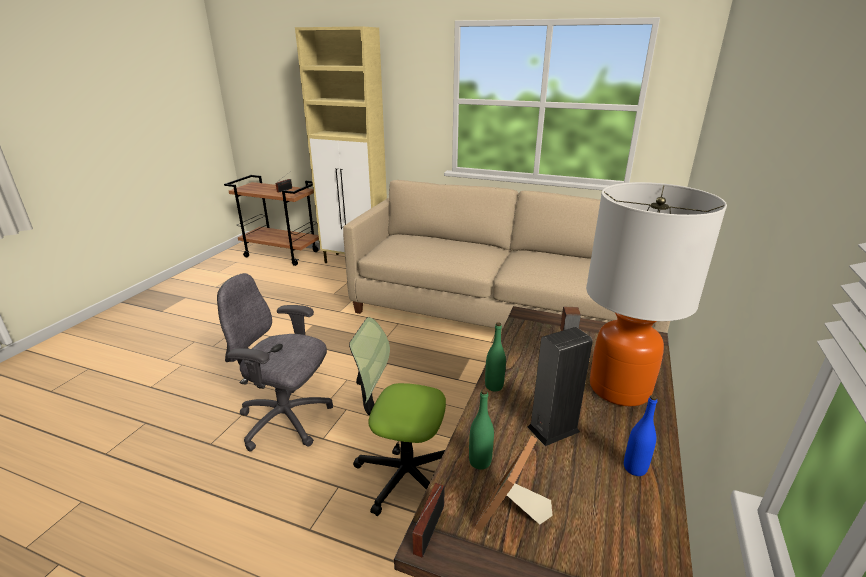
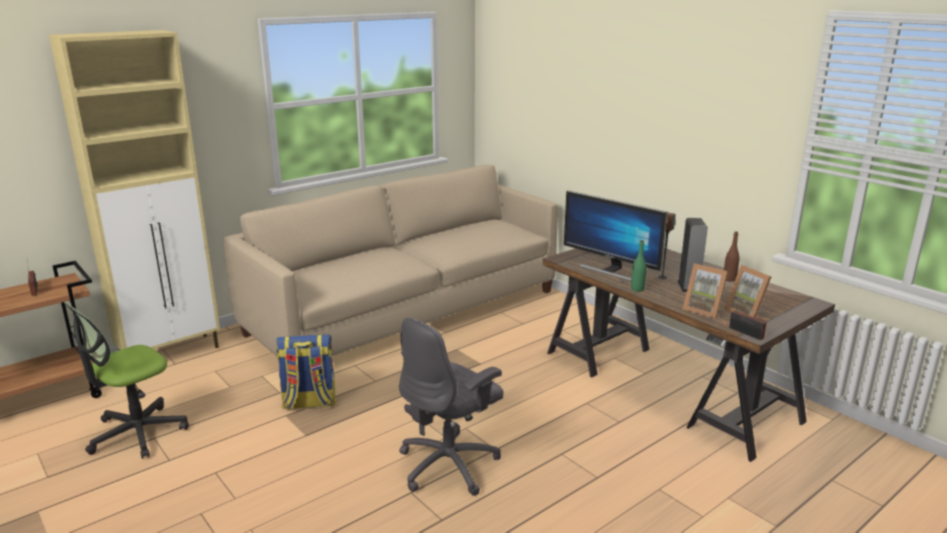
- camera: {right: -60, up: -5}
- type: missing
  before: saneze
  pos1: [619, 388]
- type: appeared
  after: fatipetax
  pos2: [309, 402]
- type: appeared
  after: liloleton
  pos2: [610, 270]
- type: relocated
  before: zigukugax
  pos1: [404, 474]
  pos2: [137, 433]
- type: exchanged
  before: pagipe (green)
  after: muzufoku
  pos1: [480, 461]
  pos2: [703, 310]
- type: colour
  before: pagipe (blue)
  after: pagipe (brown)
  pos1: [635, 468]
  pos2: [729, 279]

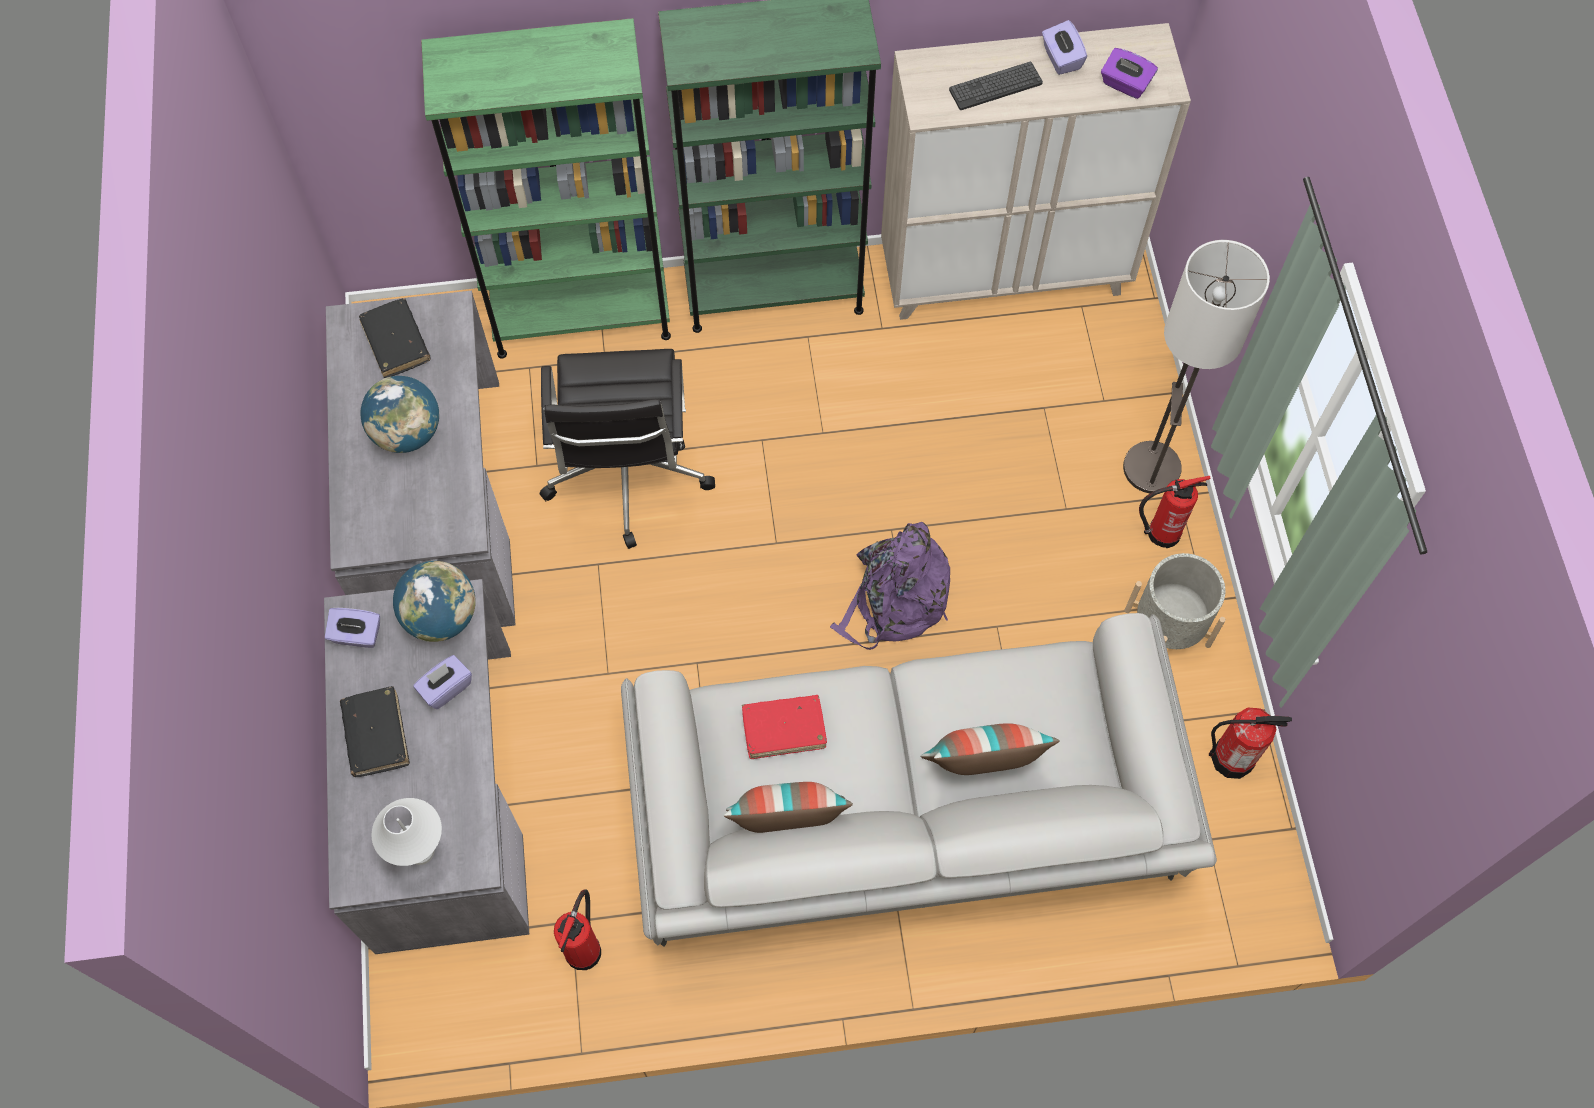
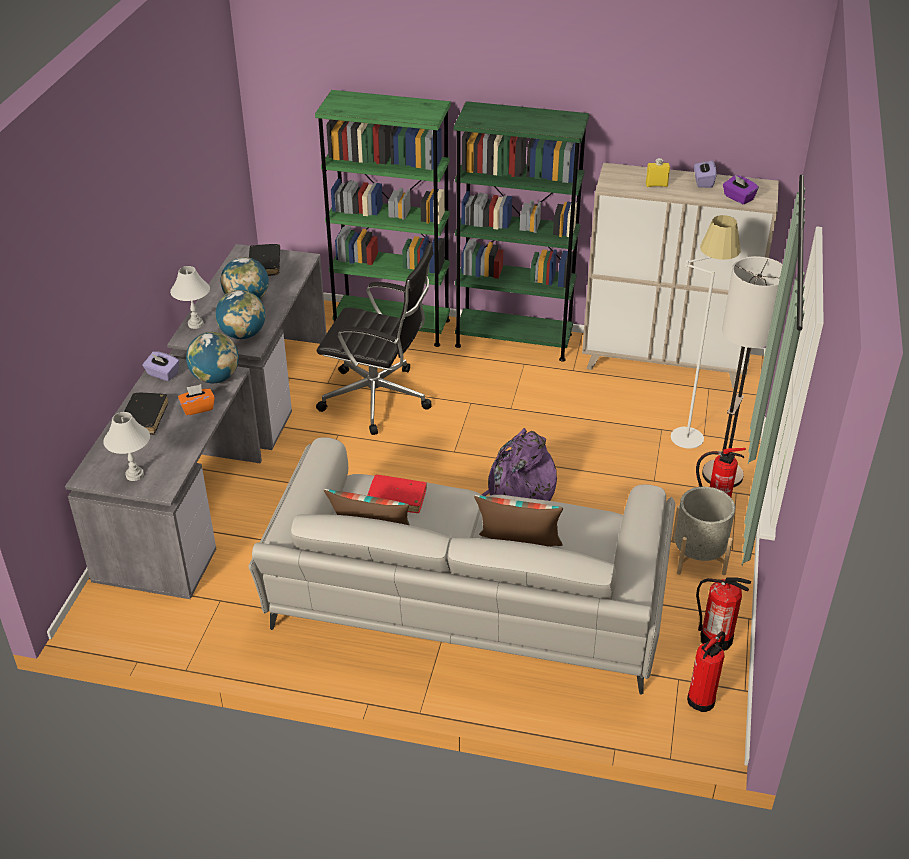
- camera: {right: 20, up: -25}
- type: appeared
  after: saneze (white)
  pos2: [195, 324]
- type: appeared
  after: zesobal
  pos2: [243, 334]
- type: appeared
  after: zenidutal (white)
  pos2: [689, 428]
- type: relocated
  before: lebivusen
  pos1: [585, 948]
  pos2: [702, 699]
- type: exchanged
  before: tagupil
  after: pagipe (yellow)
  pos1: [995, 86]
  pos2: [656, 185]
- type: colour
  before: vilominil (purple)
  after: vilominil (orange)
  pos1: [446, 688]
  pos2: [198, 408]
- type: spun
  before: zigukugax (black)
  pos1: [627, 475]
  pos2: [379, 399]
  turn: -90

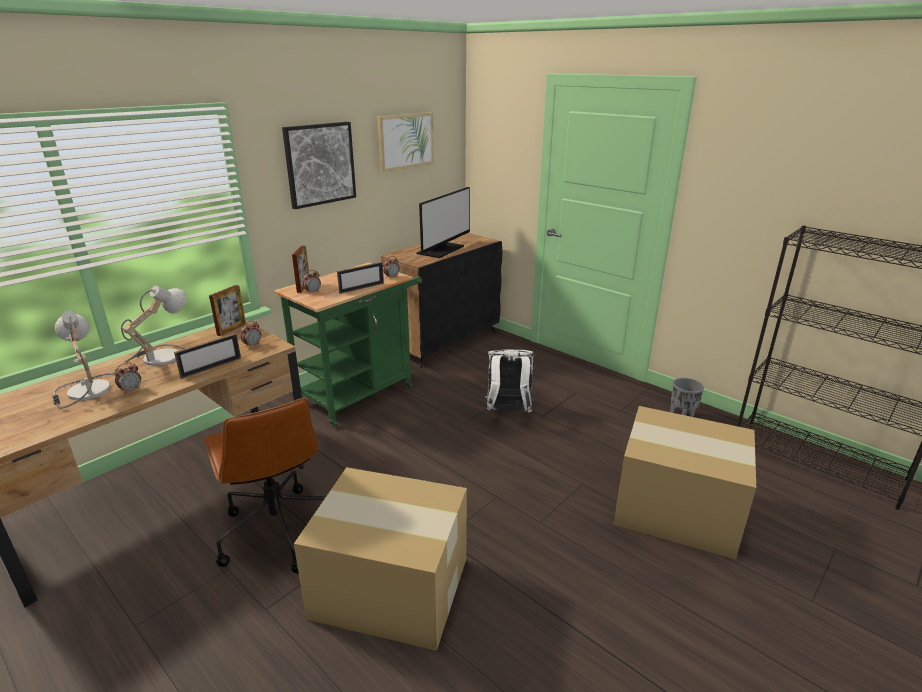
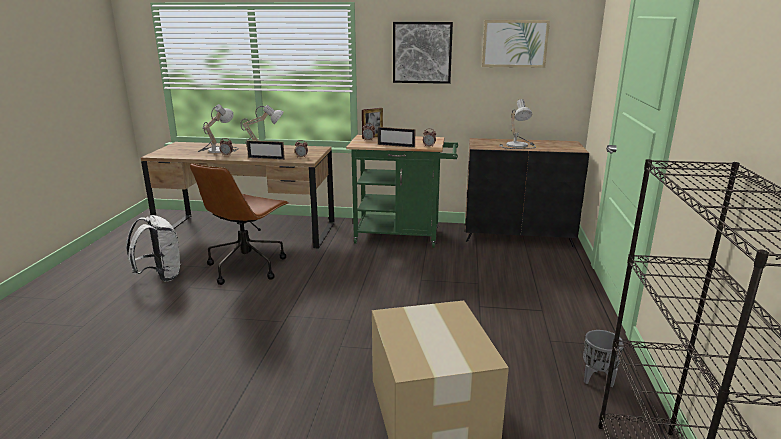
- camera: {right: 55, up: -5}
- type: missing
  before: muzufoku
  pos1: [231, 329]
- type: missing
  before: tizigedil
  pos1: [389, 586]
- type: relocated
  before: fatipetax (white)
  pos1: [508, 413]
  pos2: [160, 276]
- type: exchanged
  before: liloleton
  after: saneze
  pos1: [441, 250]
  pos2: [519, 145]

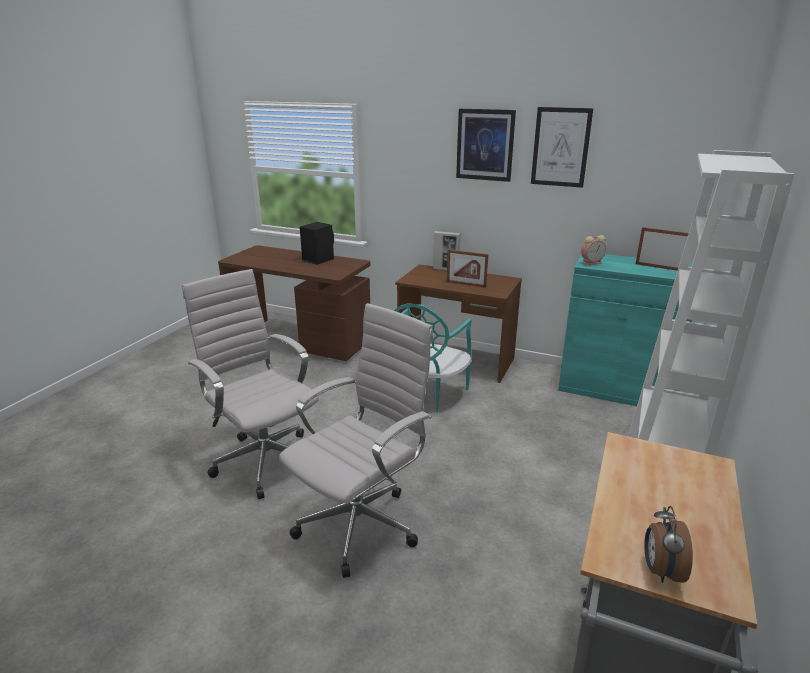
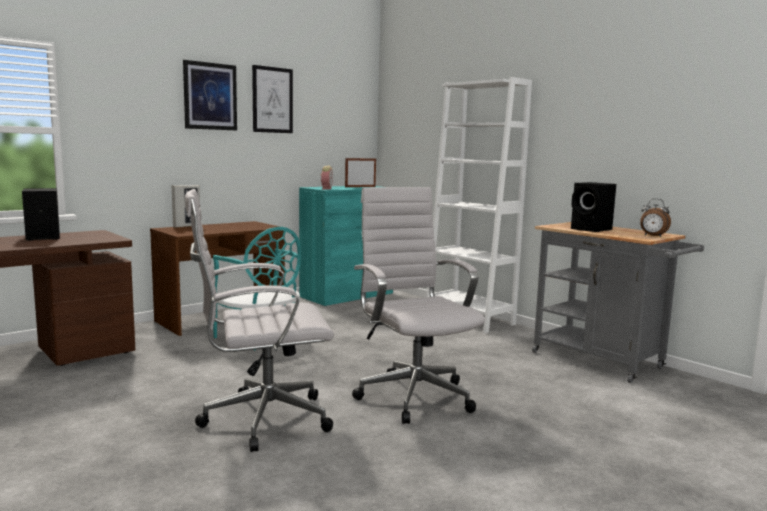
- camera: {right: -65, up: -15}
- type: missing
  before: muzufoku
  pos1: [466, 284]
- type: appeared
  after: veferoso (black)
  pos2: [592, 229]

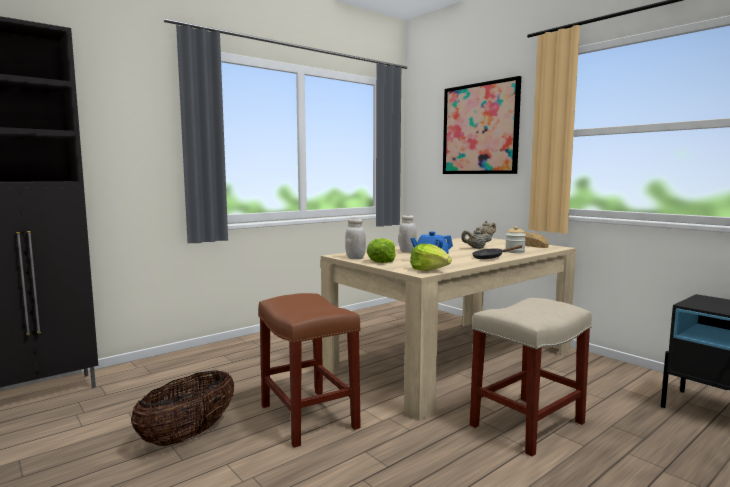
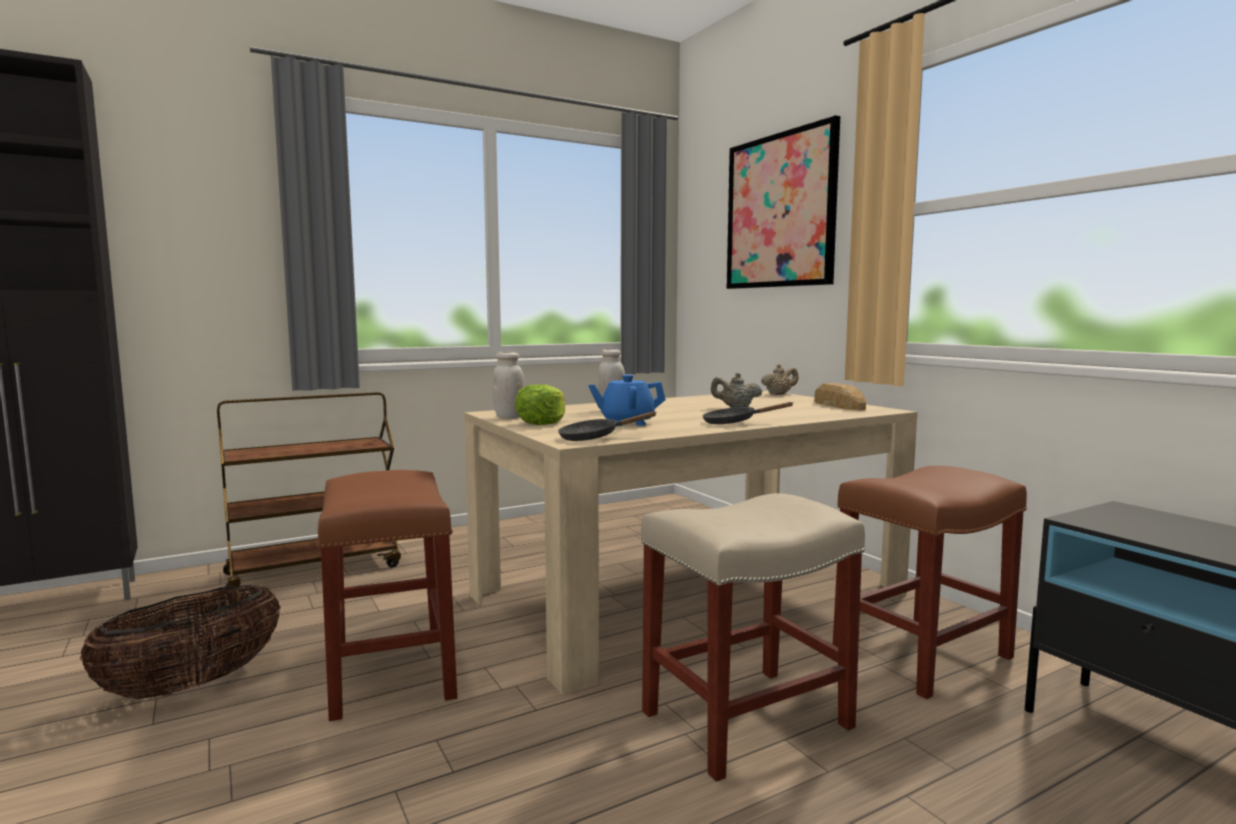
- camera: {right: 10, up: 0}
- type: missing
  before: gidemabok
  pos1: [514, 252]
- type: appeared
  after: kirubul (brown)
  pos2: [315, 569]
- type: appeared
  after: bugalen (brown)
  pos2: [921, 656]
- type: exchanged
  before: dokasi
  after: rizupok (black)
  pos1: [429, 270]
  pos2: [594, 438]

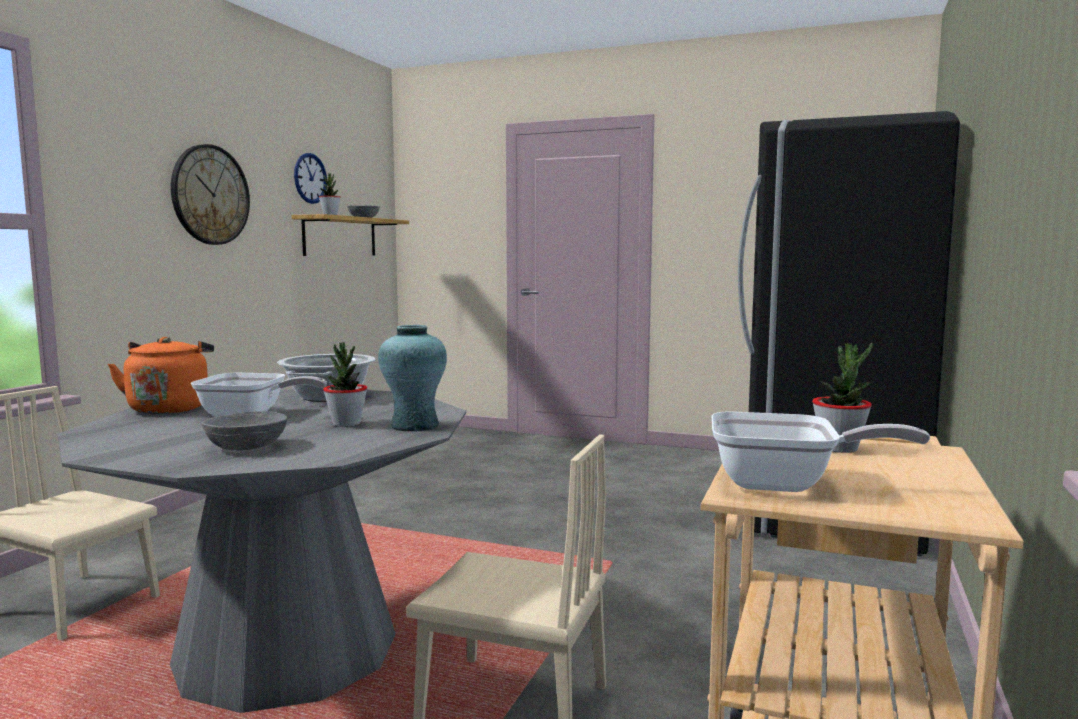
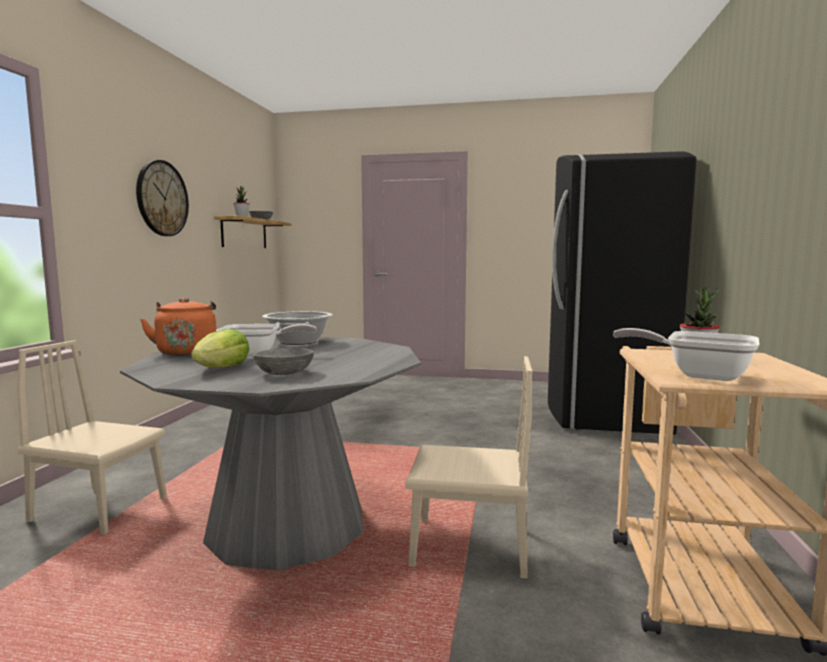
- camera: {right: -10, up: 0}
- type: missing
  before: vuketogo
  pos1: [310, 178]
- type: missing
  before: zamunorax
  pos1: [346, 424]
- type: missing
  before: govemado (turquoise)
  pos1: [414, 426]
- type: appeared
  after: dokasi
  pos2: [222, 368]
- type: spun
  before: rizupok
  pos1: [786, 484]
  pos2: [698, 375]
  turn: -150

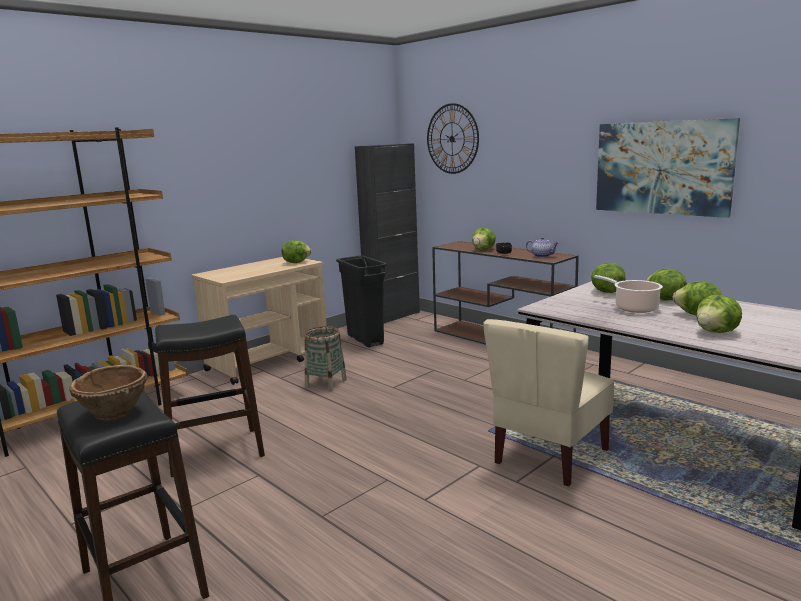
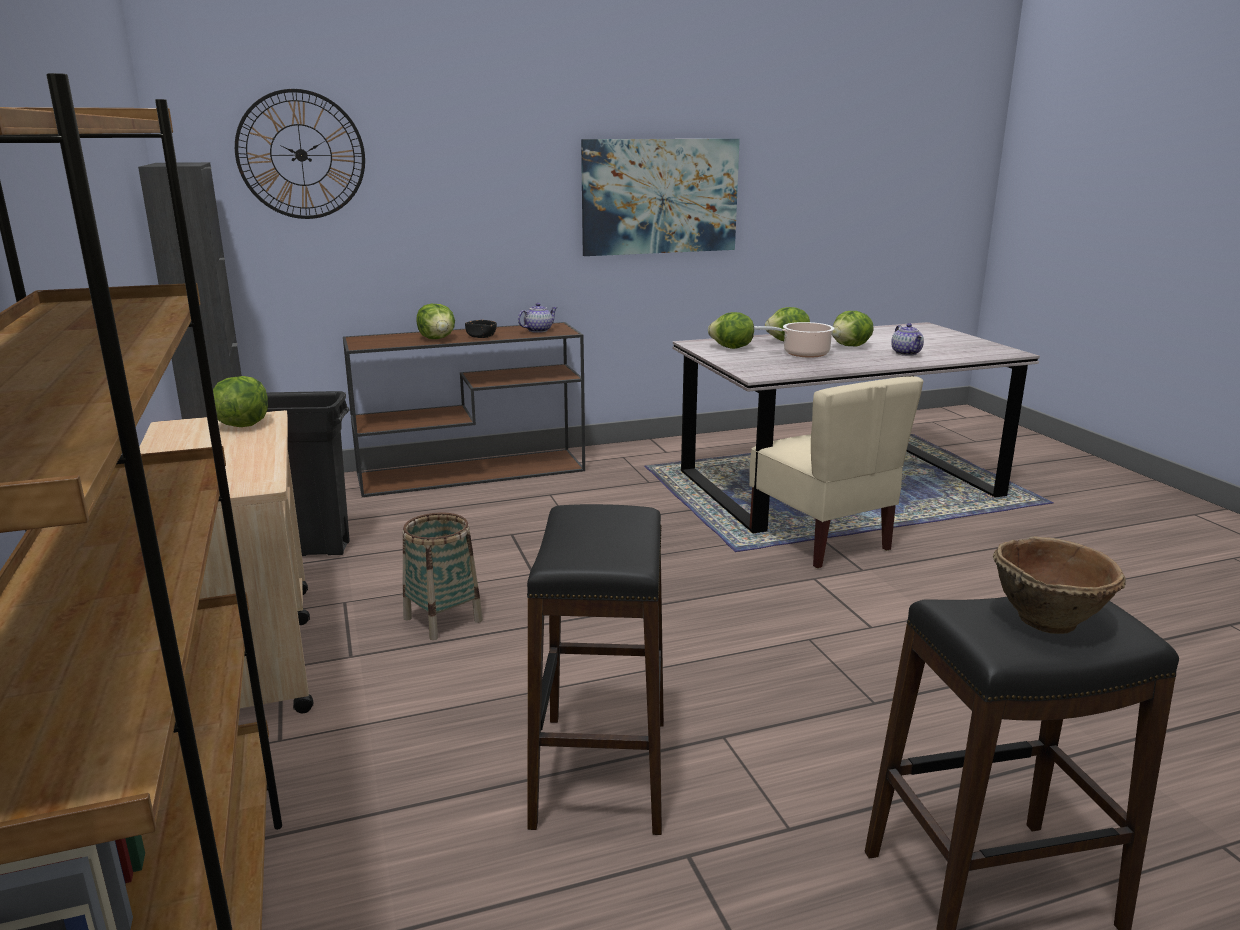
- camera: {right: -65, up: 5}
- type: exchanged
  before: dokasi
  after: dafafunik
  pos1: [717, 332]
  pos2: [907, 353]

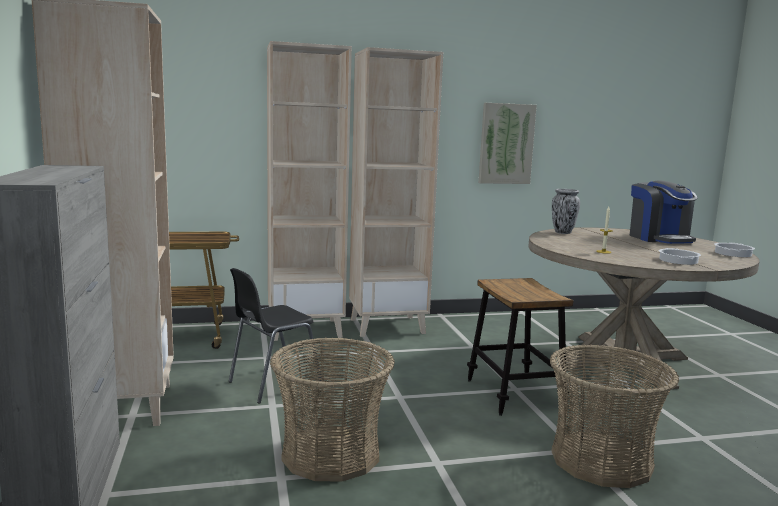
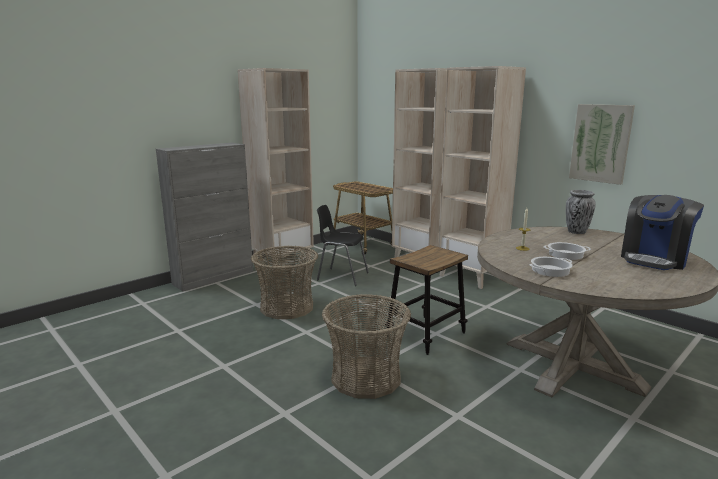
- camera: {right: 60, up: 5}
- type: relocated
  before: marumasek
  pos1: [733, 253]
  pos2: [565, 254]

